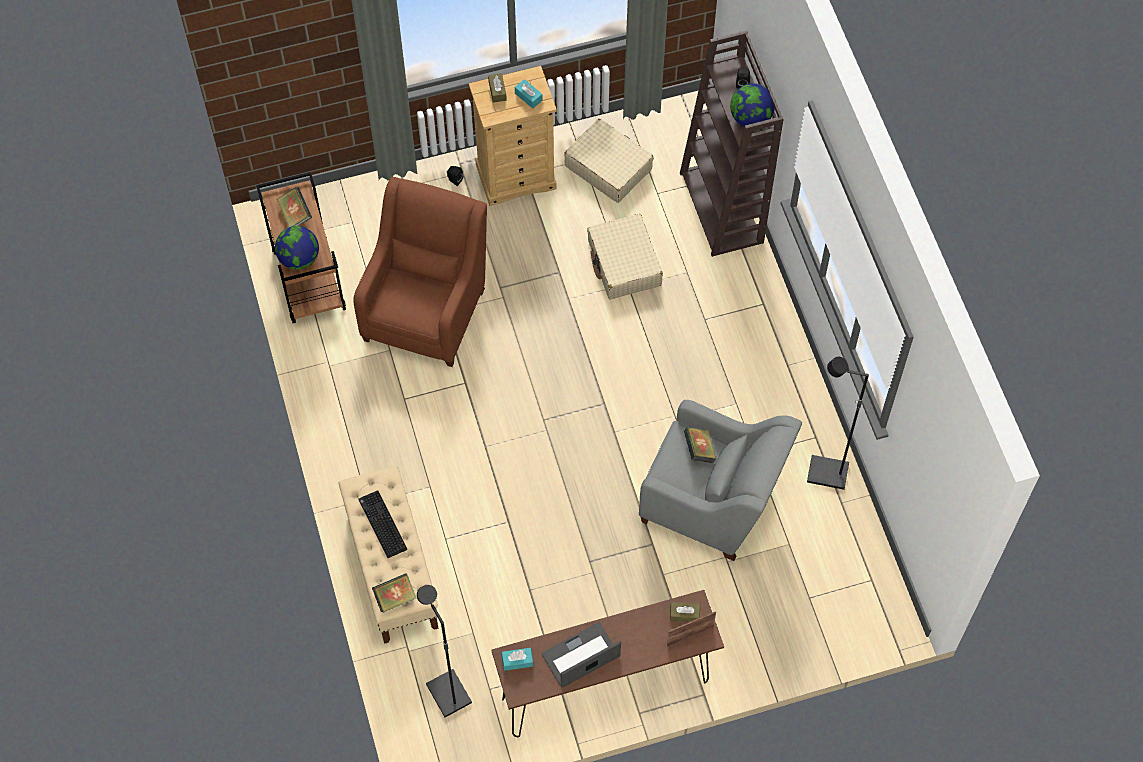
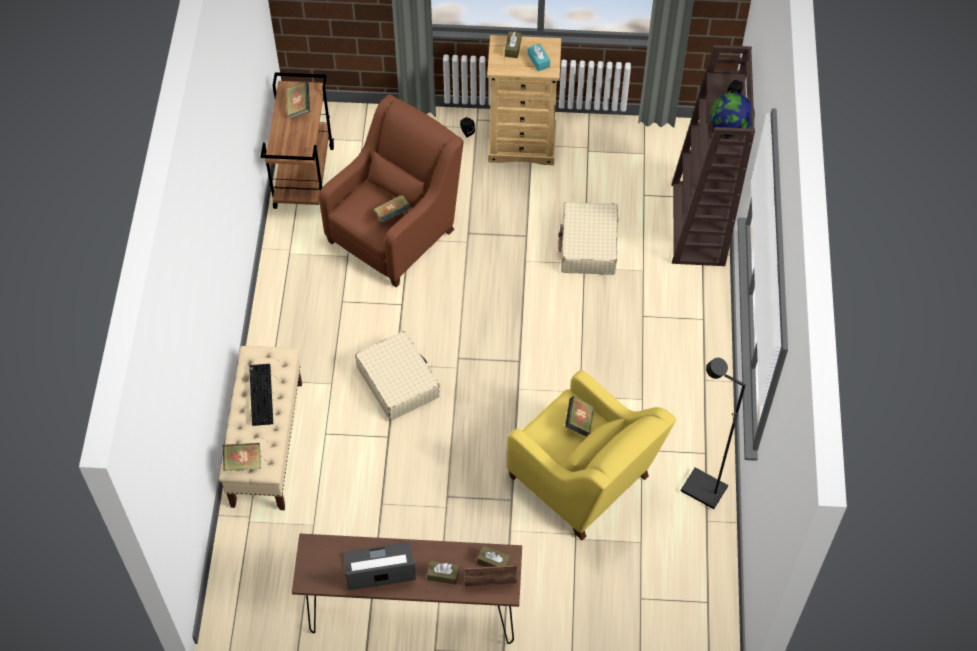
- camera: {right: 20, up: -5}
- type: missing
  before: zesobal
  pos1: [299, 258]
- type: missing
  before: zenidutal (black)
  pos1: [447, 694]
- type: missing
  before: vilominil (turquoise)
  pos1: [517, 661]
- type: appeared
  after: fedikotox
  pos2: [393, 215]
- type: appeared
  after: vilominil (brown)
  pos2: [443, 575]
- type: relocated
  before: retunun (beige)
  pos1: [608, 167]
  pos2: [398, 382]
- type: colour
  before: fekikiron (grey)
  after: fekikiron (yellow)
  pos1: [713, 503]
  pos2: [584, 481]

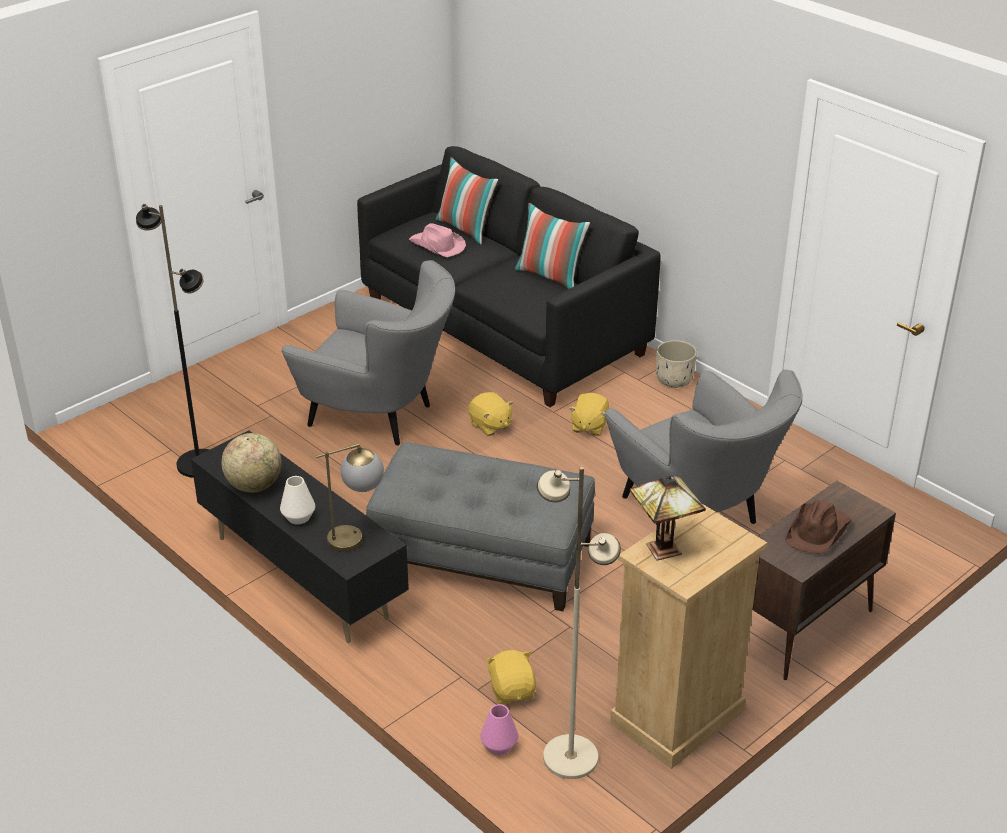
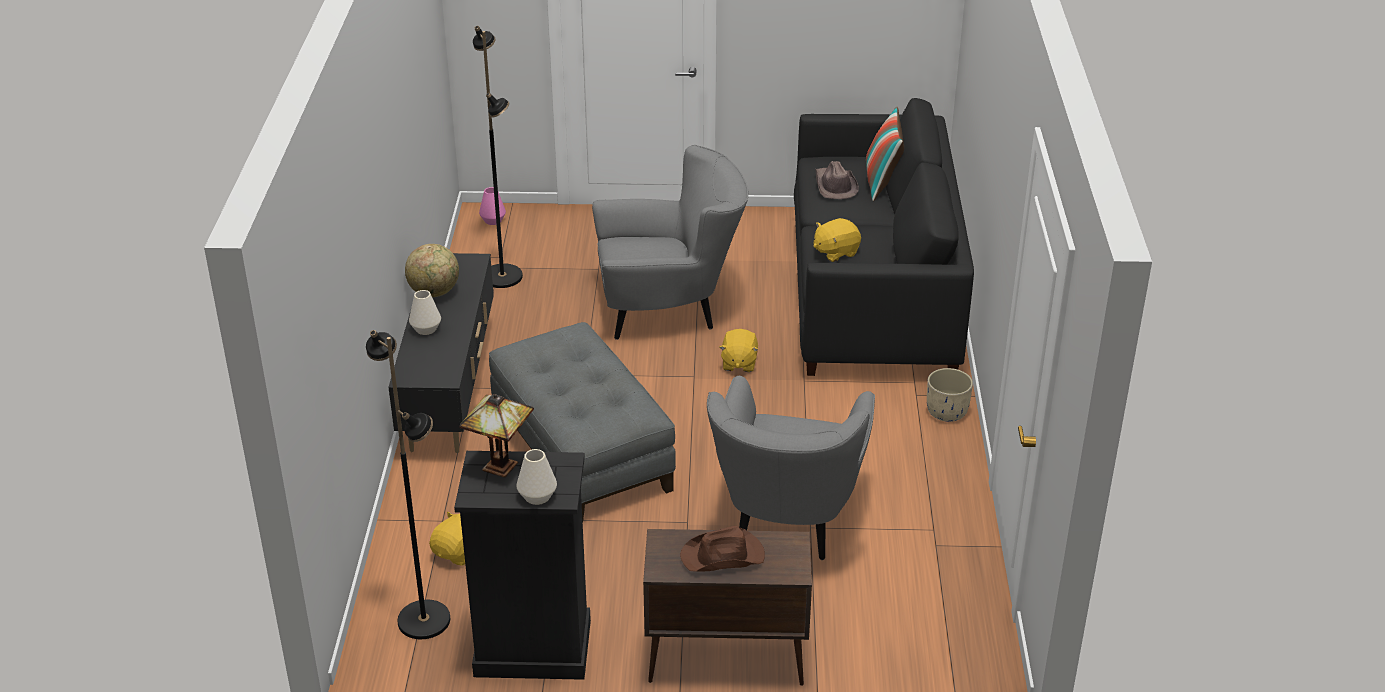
- camera: {right: 45, up: 0}
- type: missing
  before: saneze
  pos1: [357, 536]
- type: missing
  before: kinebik
  pos1: [550, 276]
- type: appeared
  after: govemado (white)
  pos2: [537, 496]
- type: relocated
  before: govemado (pink)
  pos1: [499, 746]
  pos2: [493, 220]
- type: relocated
  before: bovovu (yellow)
  pos1: [589, 426]
  pos2: [835, 252]
- type: colour
  before: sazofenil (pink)
  after: sazofenil (brown)
  pos1: [437, 246]
  pos2: [835, 185]
- type: colour
  before: zenidutal (beige)
  after: zenidutal (black)
  pos1: [570, 756]
  pos2: [425, 620]
- type: colour
  before: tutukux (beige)
  after: tutukux (black)
  pos1: [677, 717]
  pos2: [532, 648]
- type: spun
  before: fekikiron (grey)
  pos1: [379, 417]
  pos2: [669, 311]
  turn: -75

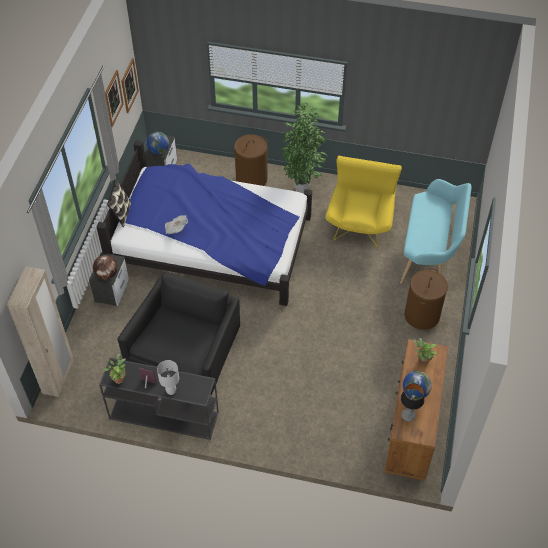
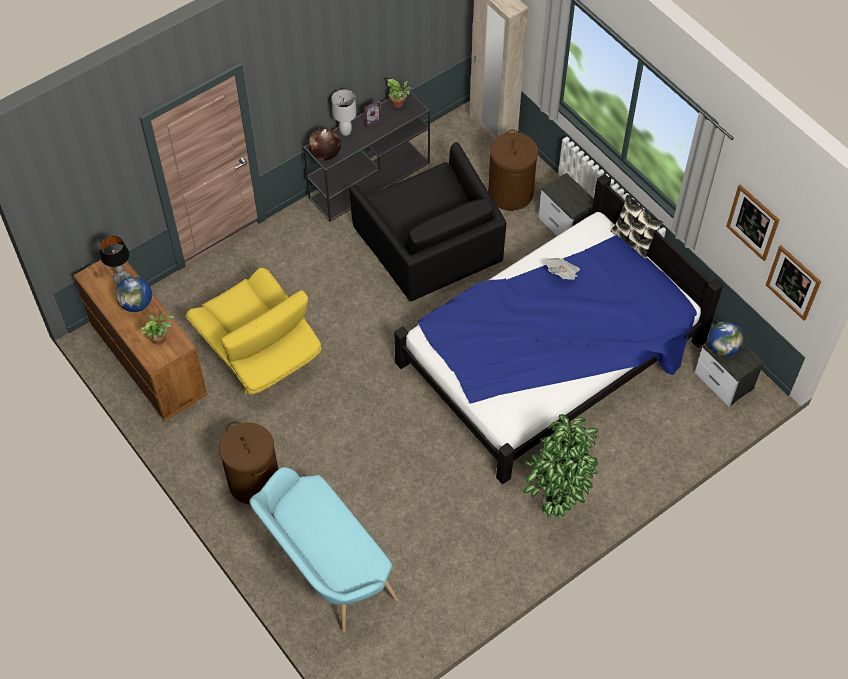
- camera: {right: 130, up: 5}
- type: relocated
  before: zesobal
  pos1: [107, 274]
  pos2: [325, 154]
- type: relocated
  before: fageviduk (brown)
  pos1: [251, 179]
  pos2: [510, 193]
- type: relocated
  before: fekikiron (yellow)
  pos1: [361, 218]
  pos2: [259, 352]

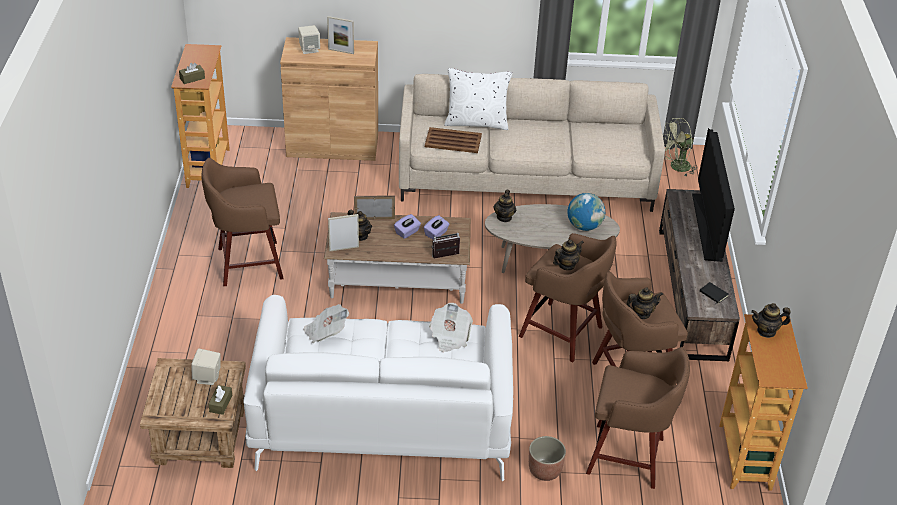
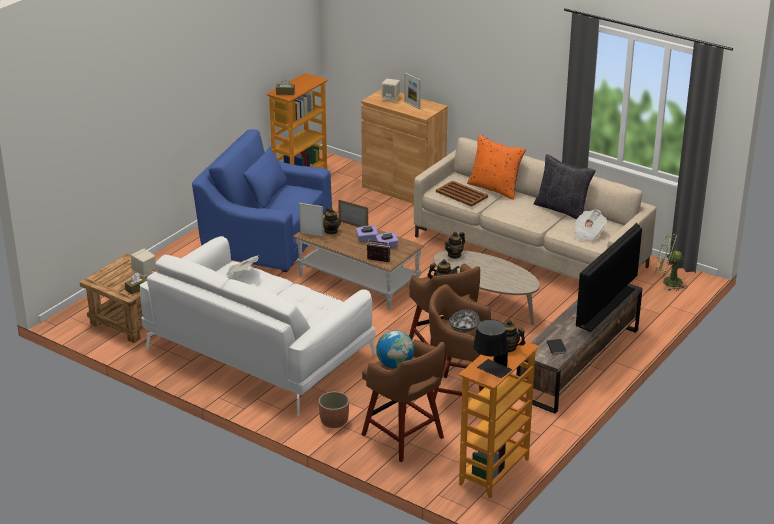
- camera: {right: 35, up: -10}
- type: appeared
  after: saneze (black)
  pos2: [490, 371]
- type: appeared
  after: kinebik (black)
  pos2: [562, 209]
- type: relocated
  before: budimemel
  pos1: [450, 337]
  pos2: [588, 234]
- type: relocated
  before: zesobal
  pos1: [584, 226]
  pos2: [395, 365]
- type: exchanged
  before: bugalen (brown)
  after: fekikiron (blue)
  pos1: [247, 263]
  pos2: [265, 239]
- type: exchanged
  before: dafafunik
  after: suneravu
  pos1: [641, 313]
  pos2: [463, 328]
- type: colour
  before: kinebik (white)
  after: kinebik (orange)
  pos1: [476, 122]
  pos2: [495, 188]

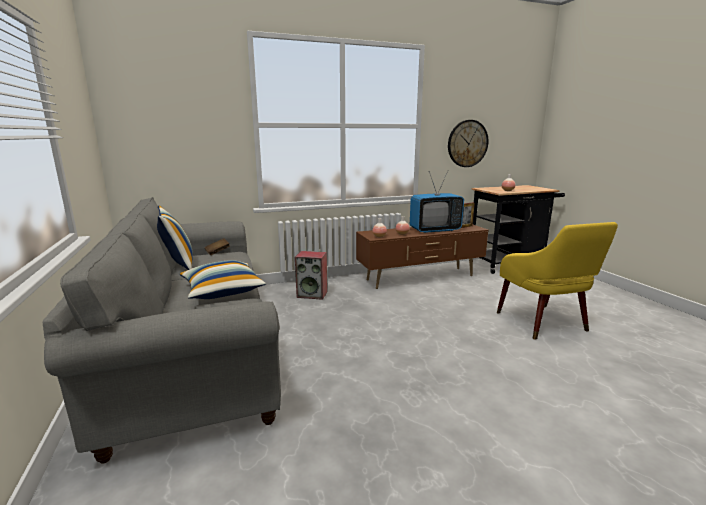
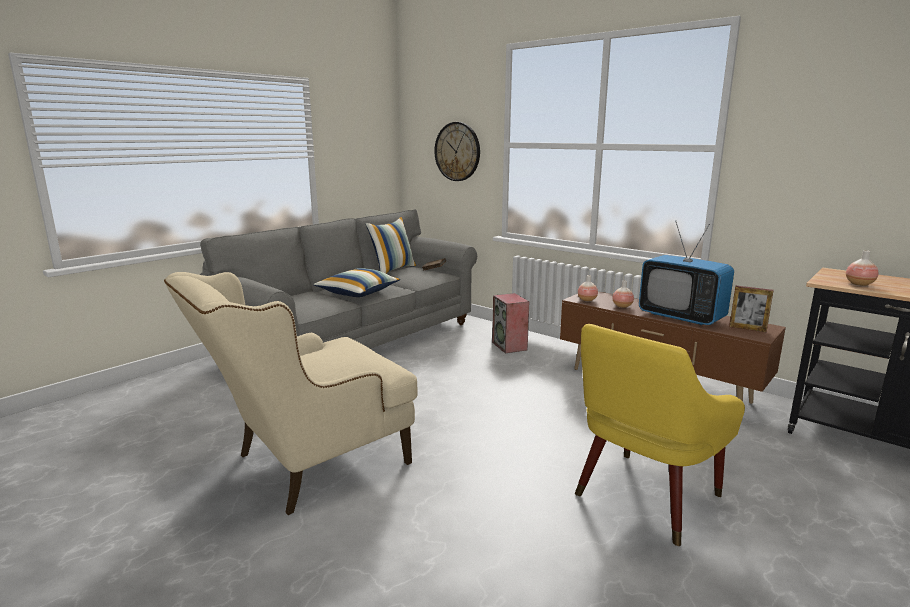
- camera: {right: 60, up: 0}
- type: appeared
  after: fekikiron (beige)
  pos2: [307, 465]
- type: relocated
  before: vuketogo
  pos1: [467, 143]
  pos2: [457, 151]

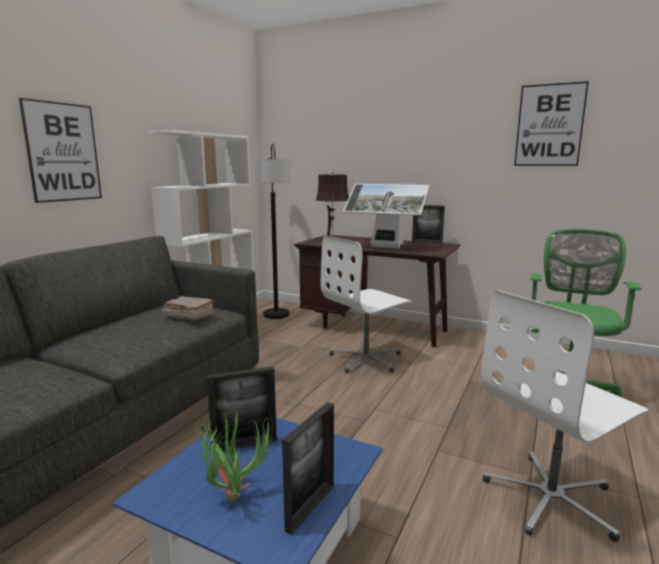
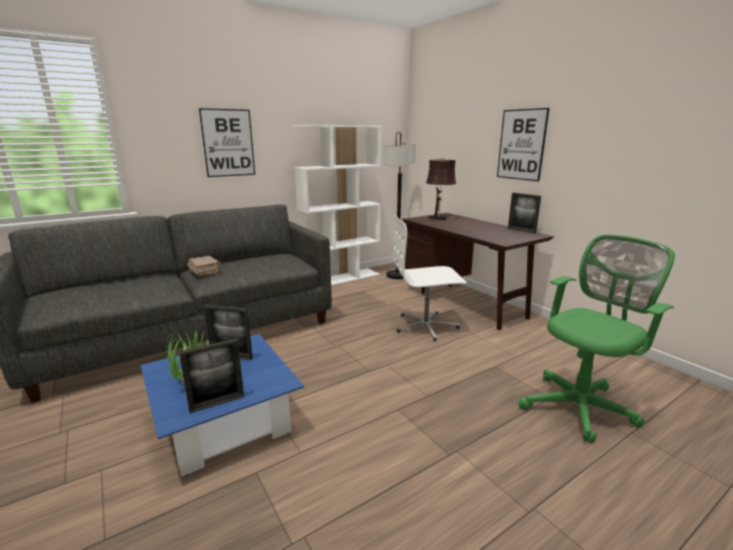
- camera: {right: 30, up: 5}
- type: missing
  before: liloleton
  pos1: [385, 247]
- type: missing
  before: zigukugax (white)
  pos1: [552, 498]
- type: relocated
  before: fedikotox (brown)
  pos1: [189, 316]
  pos2: [205, 271]
- type: relocated
  before: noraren
  pos1: [549, 125]
  pos2: [521, 145]

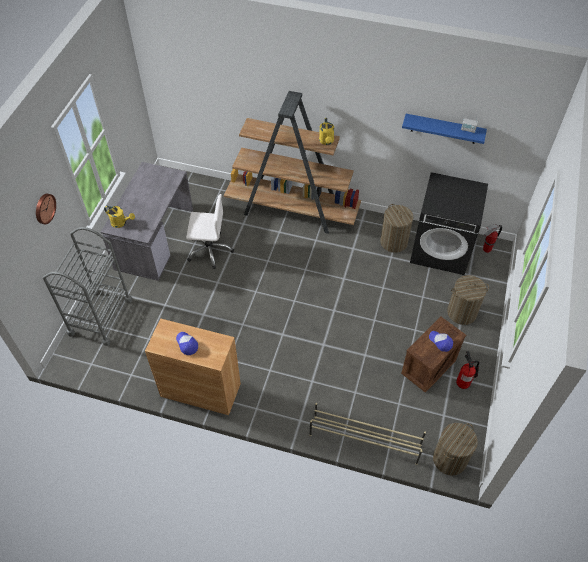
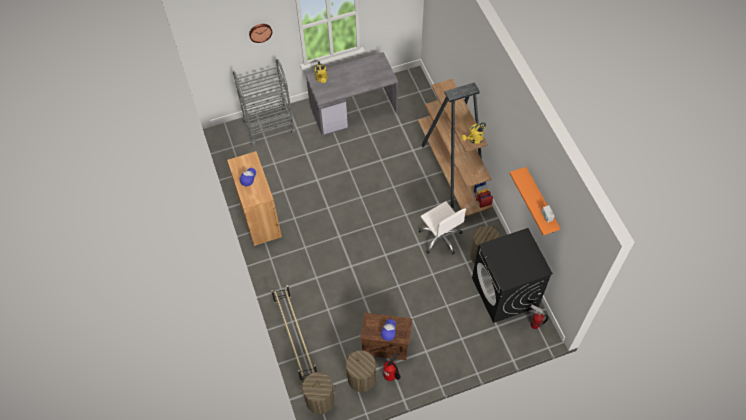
- camera: {right: 55, up: 5}
- type: relocated
  before: zigukugax (white)
  pos1: [210, 250]
  pos2: [440, 237]
- type: relocated
  before: fageviduk
  pos1: [462, 312]
  pos2: [361, 378]
- type: colour
  before: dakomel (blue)
  after: dakomel (orange)
  pos1: [444, 129]
  pos2: [541, 202]

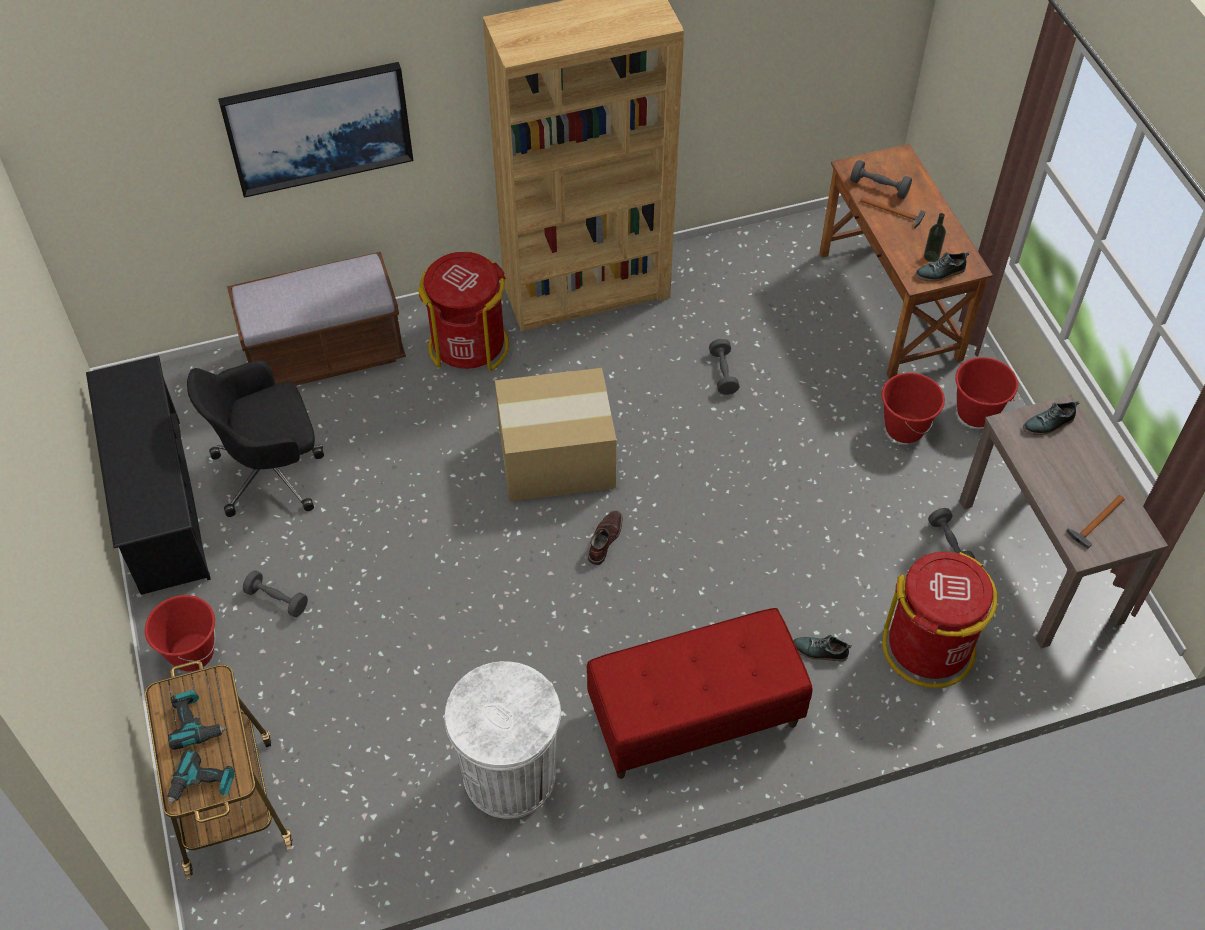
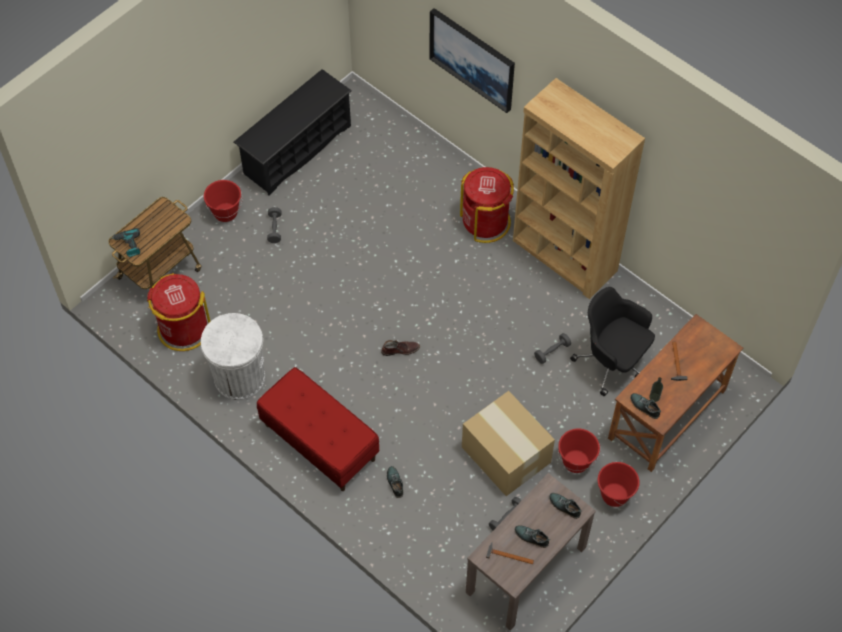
- camera: {right: 60, up: 5}
- type: missing
  before: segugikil
  pos1: [196, 723]
- type: missing
  before: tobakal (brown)
  pos1: [325, 354]
- type: missing
  before: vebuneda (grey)
  pos1: [879, 187]
- type: appeared
  after: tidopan
  pos2: [531, 537]
- type: relocated
  before: zigukugax (black)
  pos1: [272, 471]
  pos2: [612, 361]
- type: relocated
  before: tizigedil
  pos1: [554, 457]
  pos2: [505, 453]
- type: relocated
  before: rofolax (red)
  pos1: [929, 648]
  pos2: [183, 329]

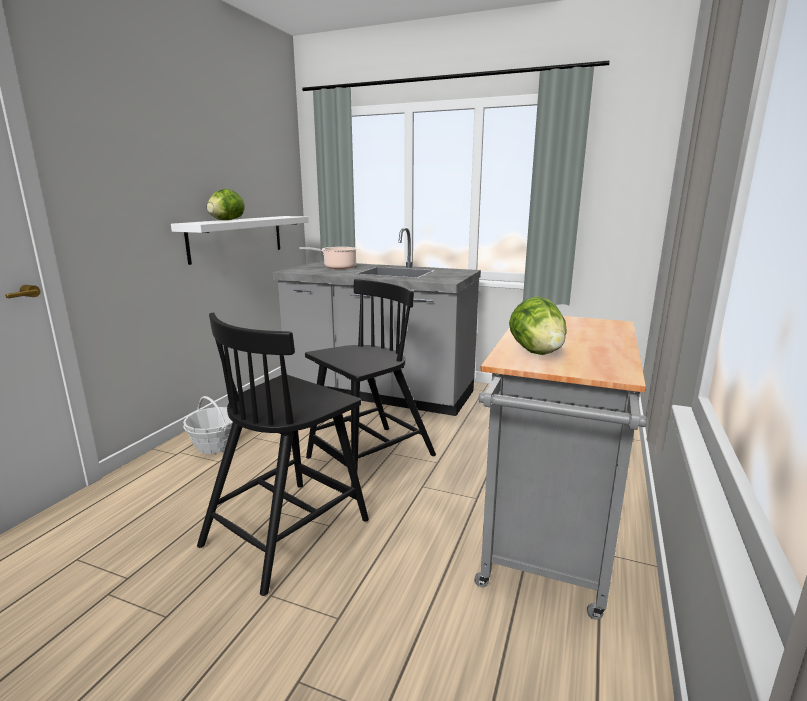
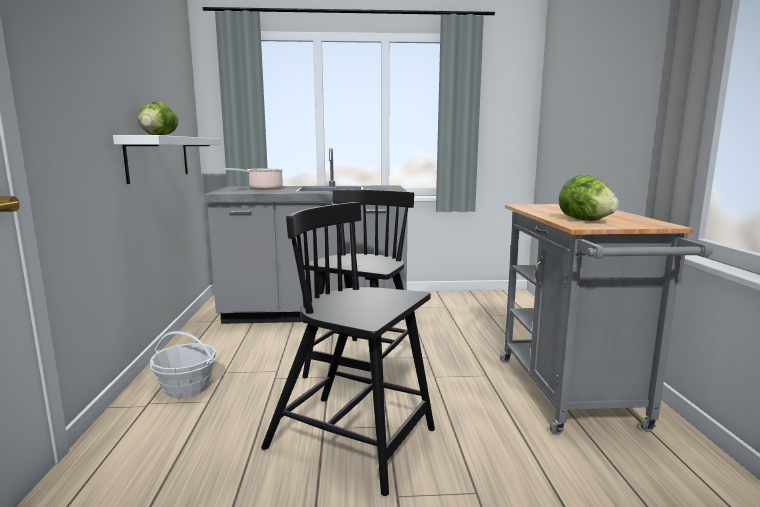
- camera: {right: -25, up: -5}
- type: spun
  before: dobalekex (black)
  pos1: [288, 530]
  pos2: [353, 440]
  turn: 105

